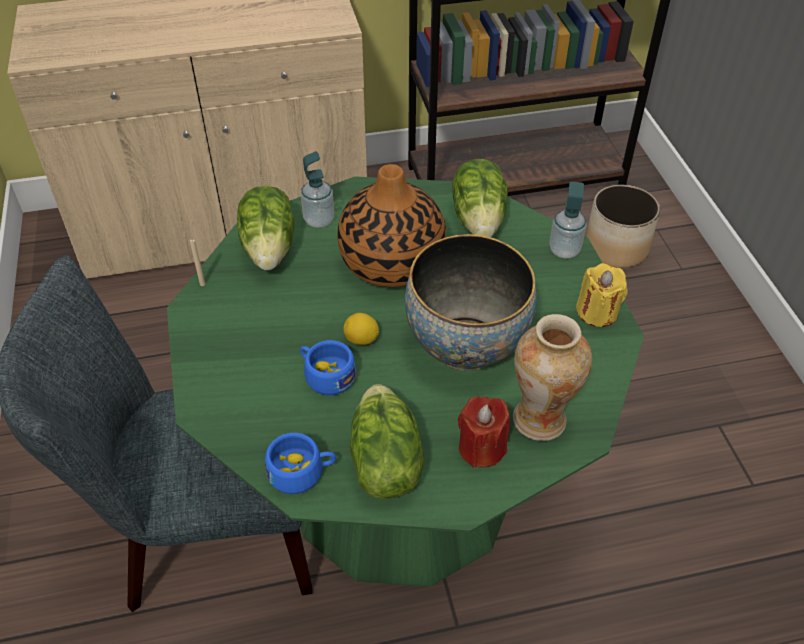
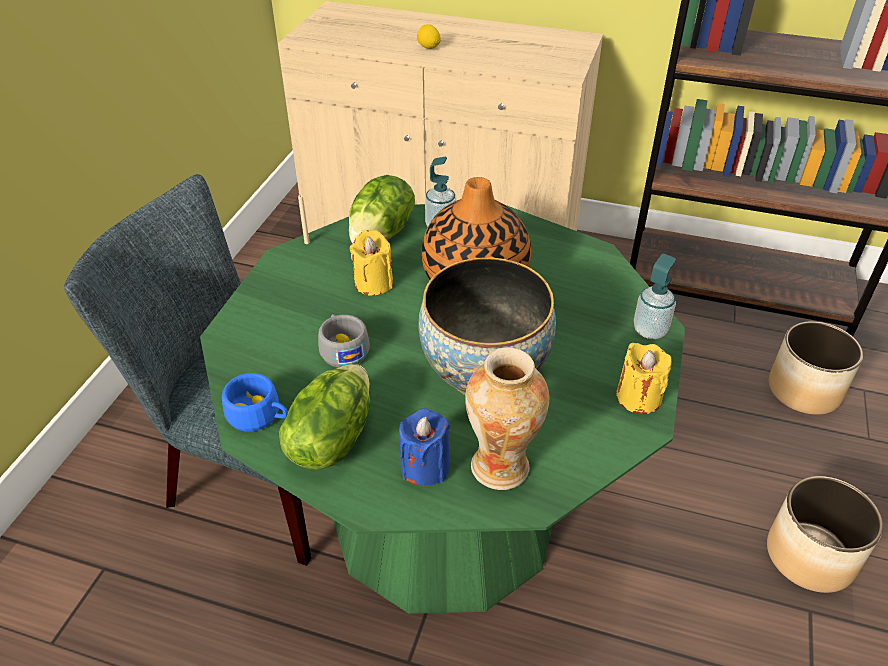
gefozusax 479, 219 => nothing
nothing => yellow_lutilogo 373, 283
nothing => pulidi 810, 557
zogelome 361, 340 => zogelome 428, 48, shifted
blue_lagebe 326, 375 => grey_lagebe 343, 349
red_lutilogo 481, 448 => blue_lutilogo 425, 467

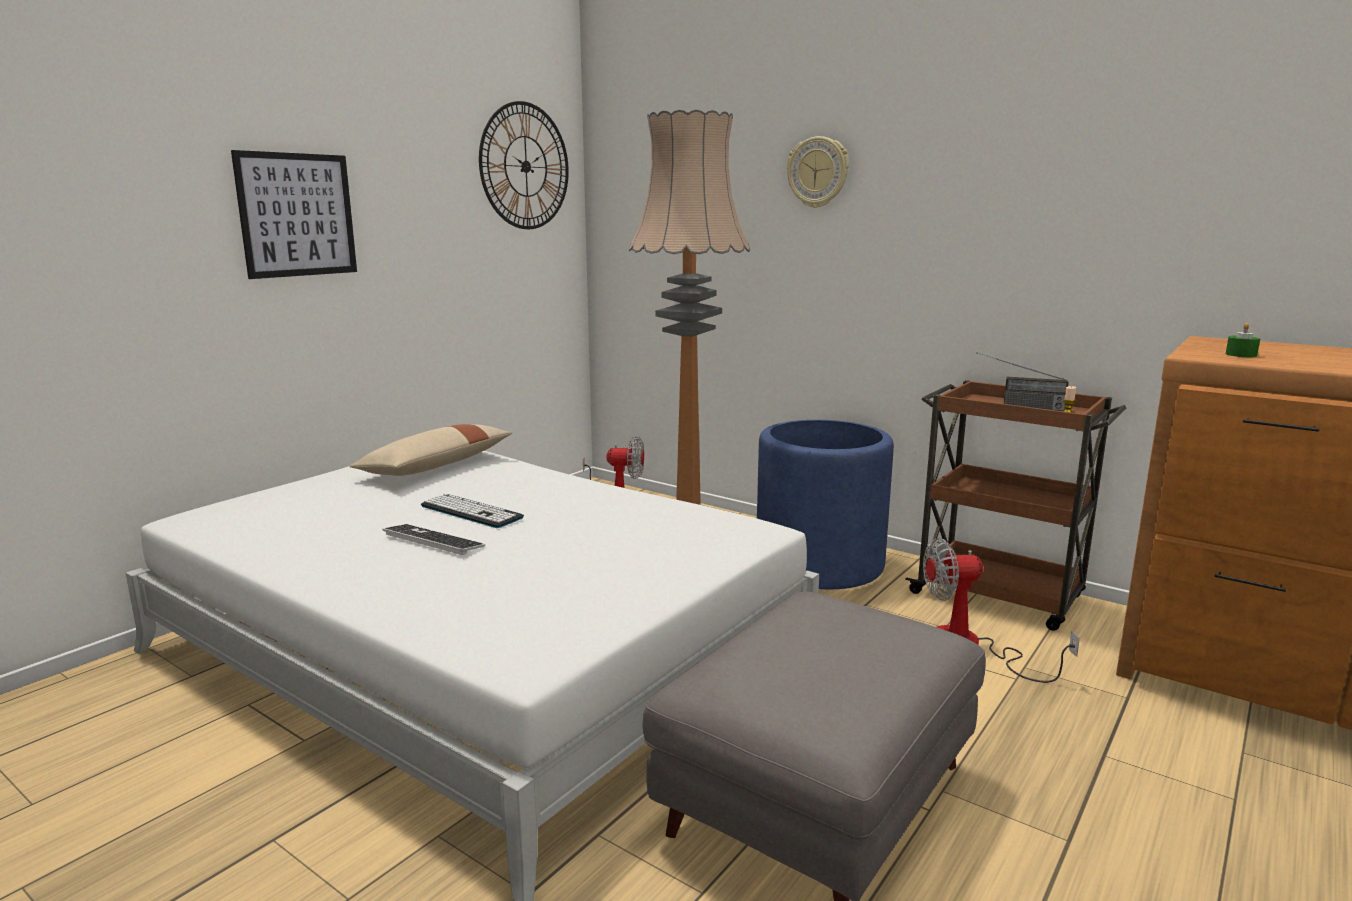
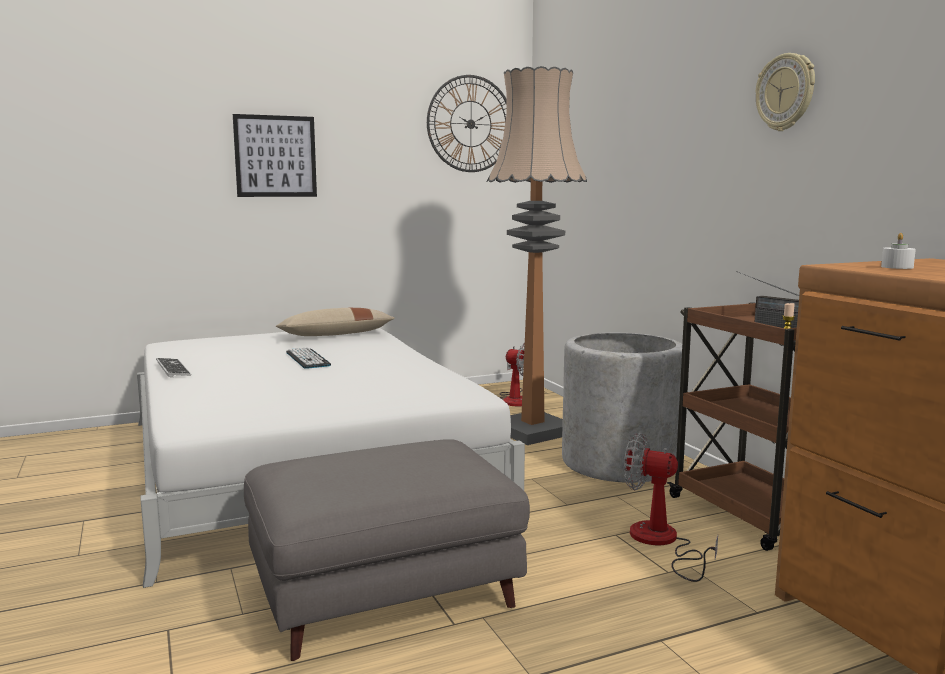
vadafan 433, 541 => vadafan 173, 369, shifted
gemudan 818, 172 => gemudan 786, 92, shifted
blue_pulidi 819, 564 => grey_pulidi 620, 462
green_lutilogo 1241, 355 => white_lutilogo 897, 267

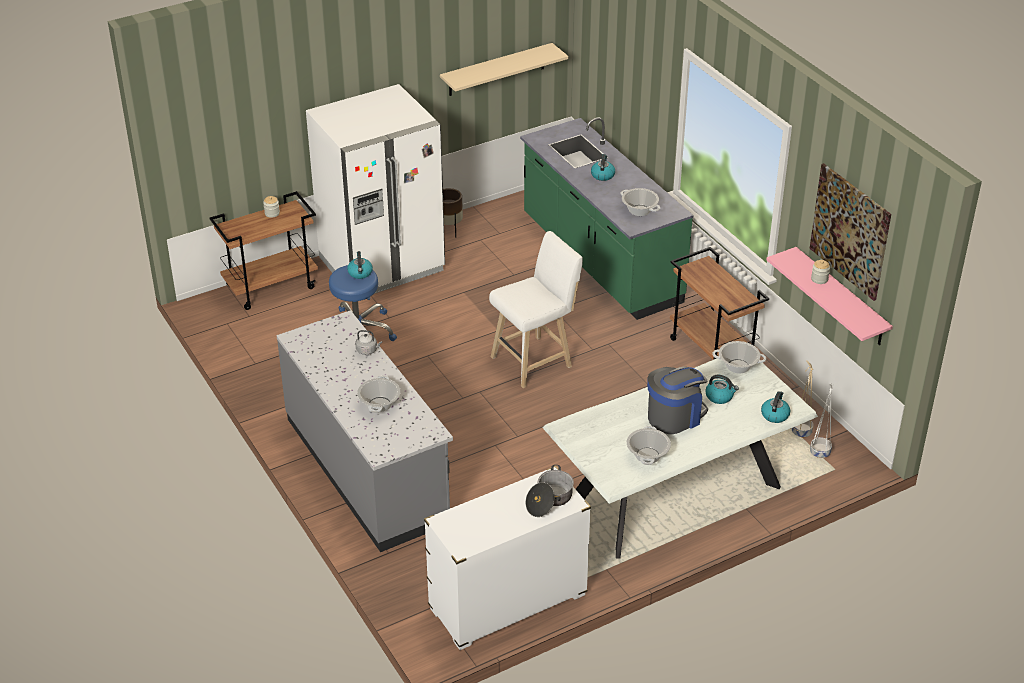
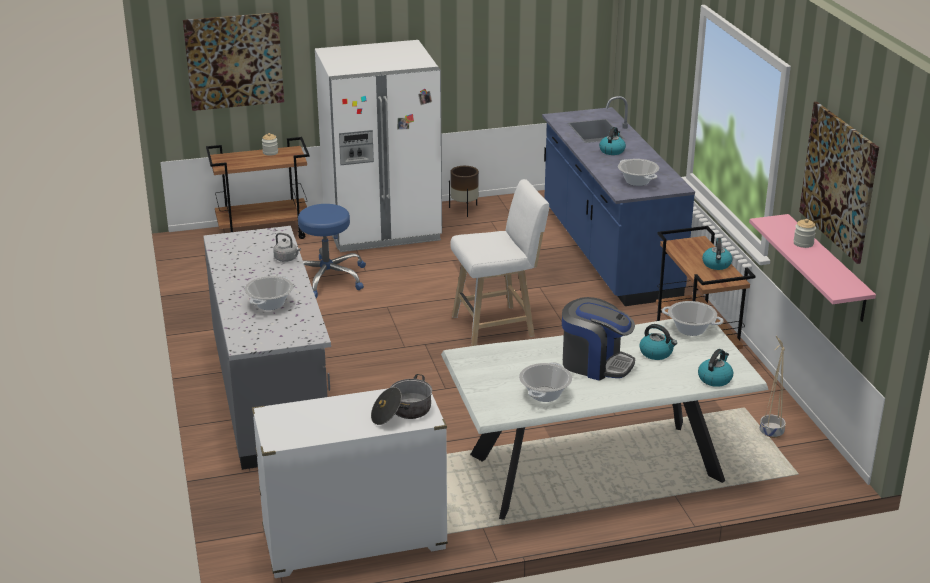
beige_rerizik 496, 70 => nothing
white_pulidi 820, 453 => nothing
nothing => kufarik 234, 61
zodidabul 360, 273 => zodidabul 716, 265, shifted
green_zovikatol 600, 260 => blue_zovikatol 608, 252
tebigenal 675, 416 => tebigenal 595, 363, 45 degrees clockwise

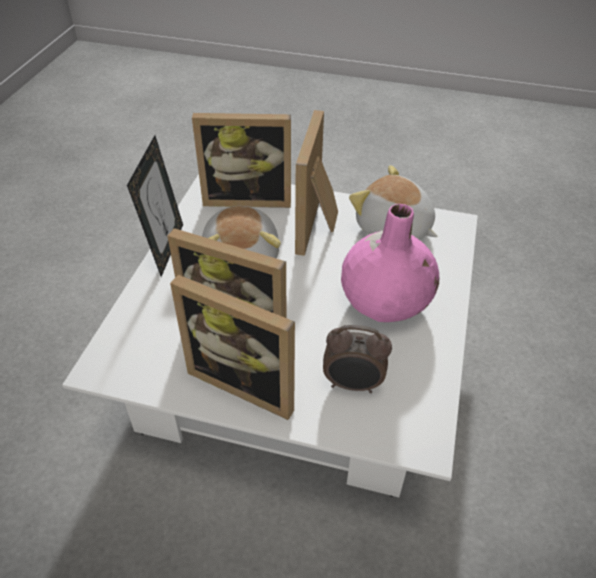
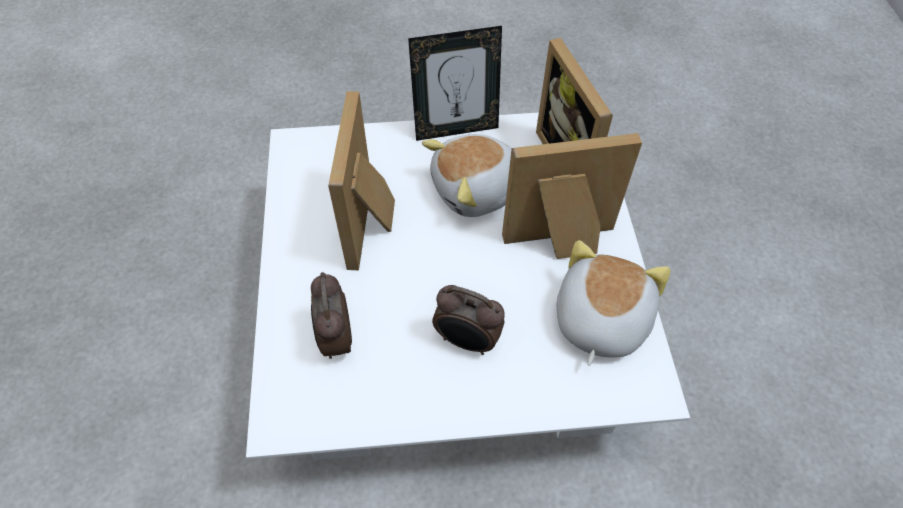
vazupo 247, 381 => nothing
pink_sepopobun 385, 301 => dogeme 467, 341

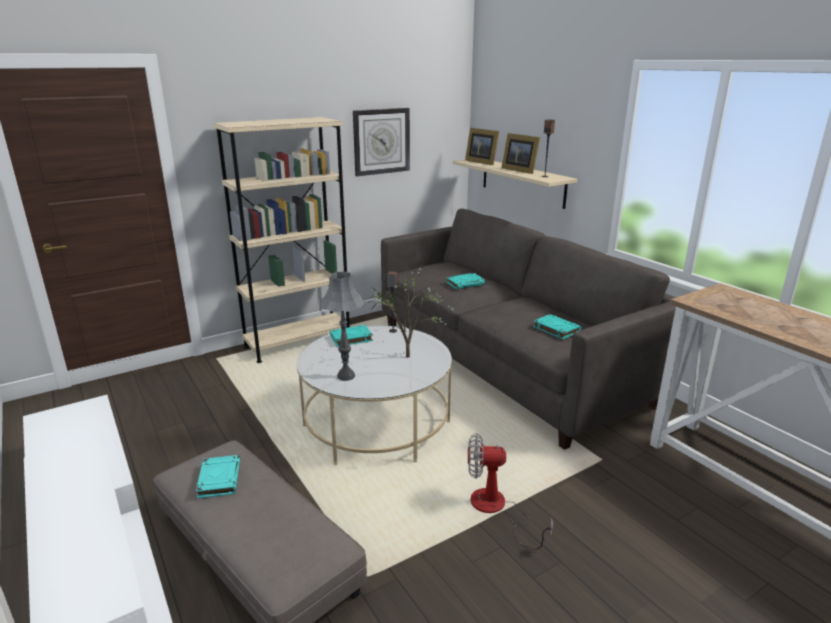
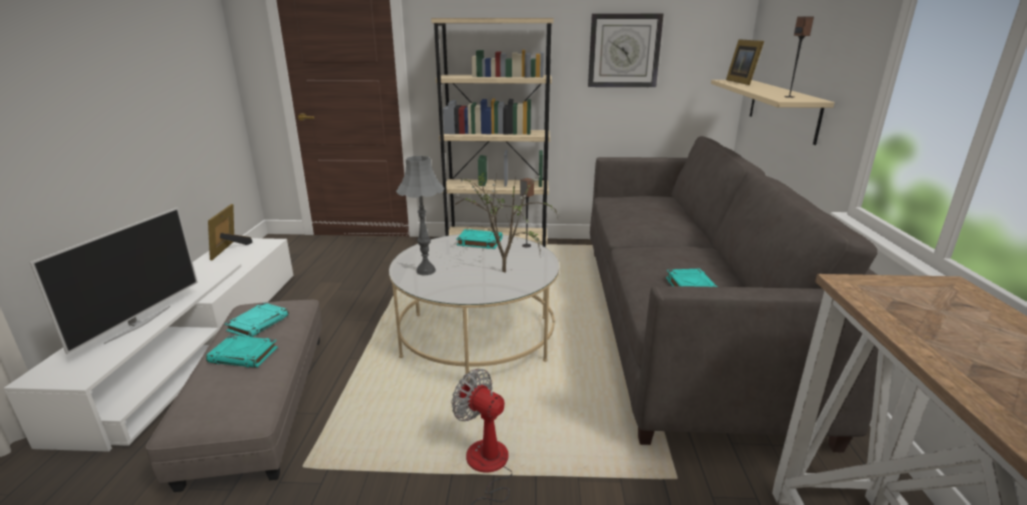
nothing => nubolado 138, 324
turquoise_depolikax 465, 283 => turquoise_depolikax 244, 355, shifted
vazupo 519, 170 => vazupo 230, 249, shifted

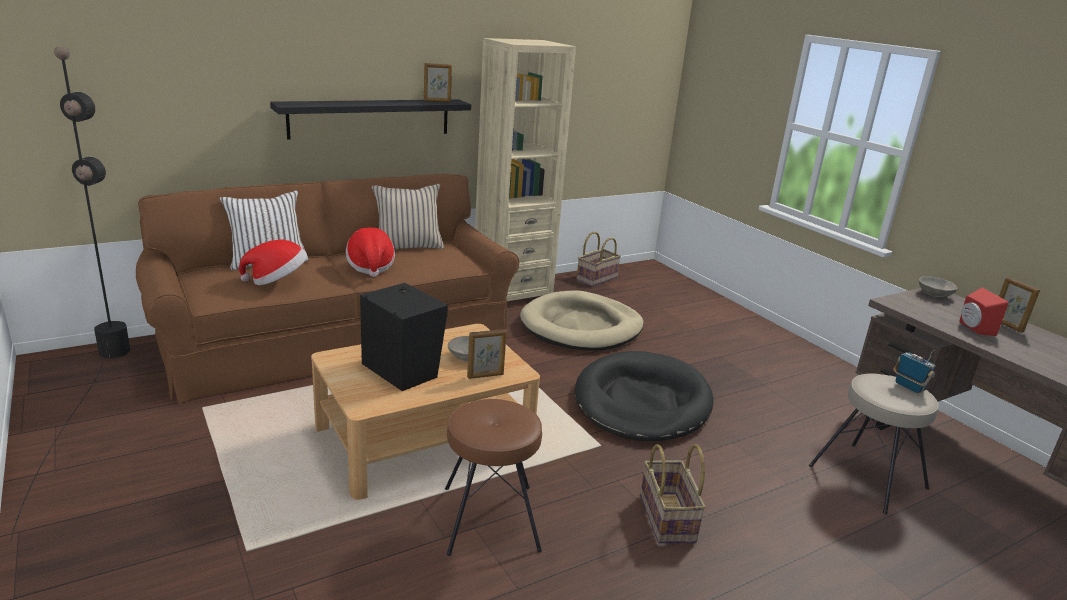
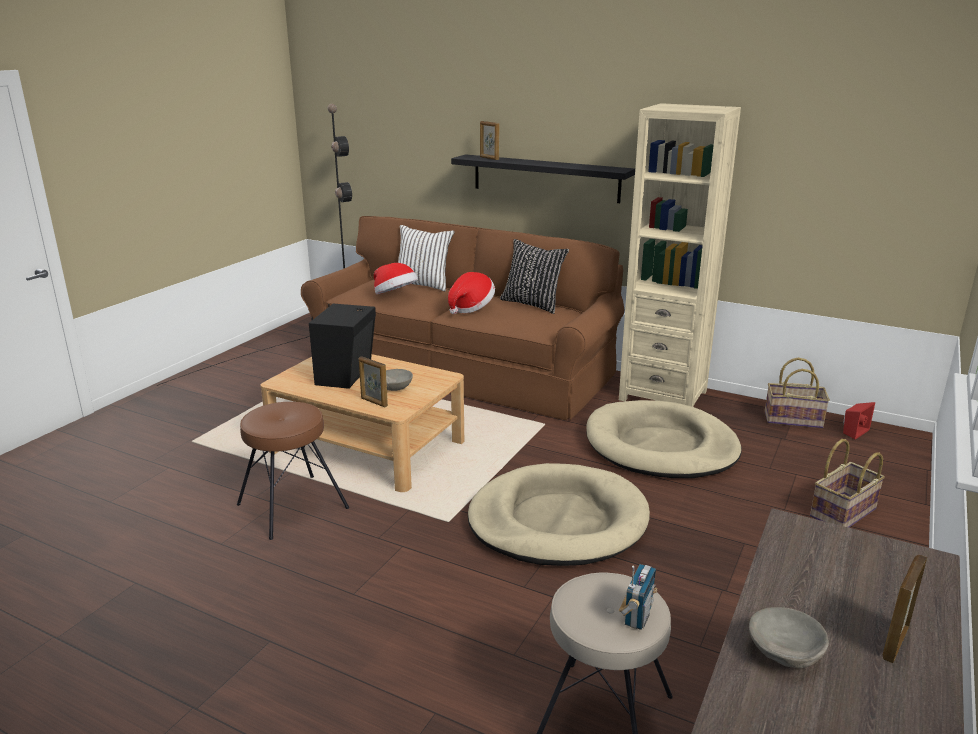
vazupo 437, 101 => vazupo 489, 158, shifted
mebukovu 668, 518 => mebukovu 844, 513, shifted
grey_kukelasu 934, 294 => grey_kukelasu 785, 653, shifted
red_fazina 973, 328 => red_fazina 853, 431, shifted
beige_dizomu 408, 246 => black_dizomu 532, 304
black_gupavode 642, 402 => beige_gupavode 557, 521

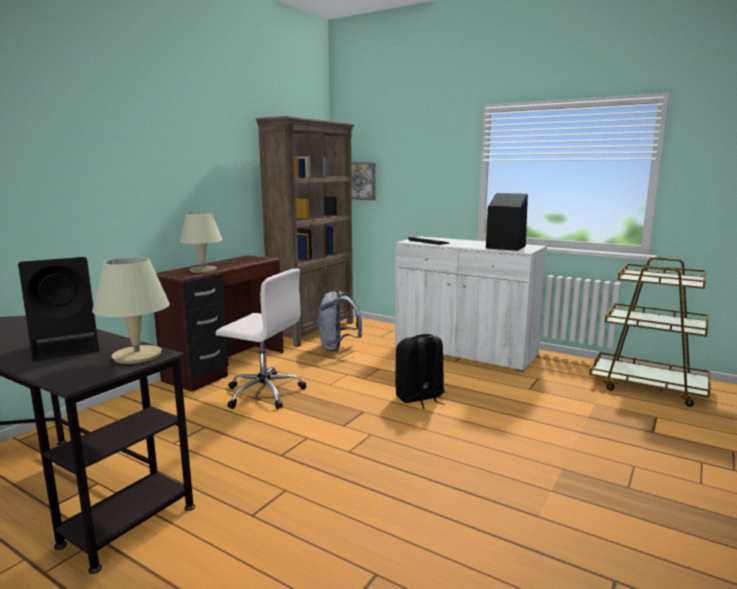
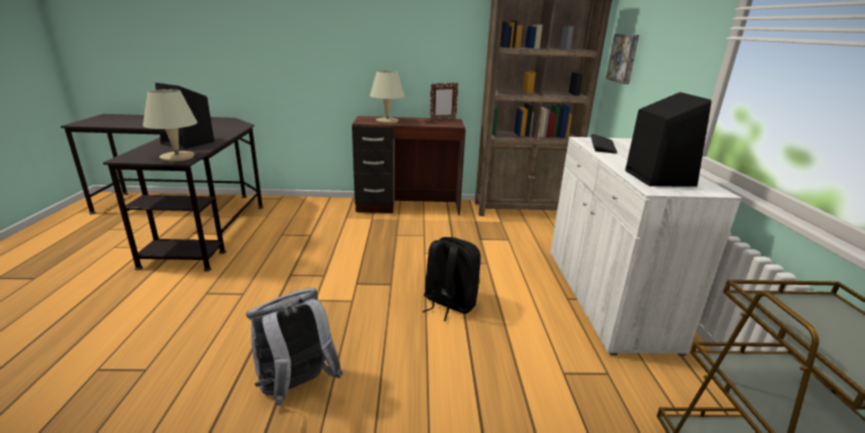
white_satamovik 263, 393 => nothing
nothing => vazupo 442, 120
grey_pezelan 338, 348 => grey_pezelan 296, 388, shifted

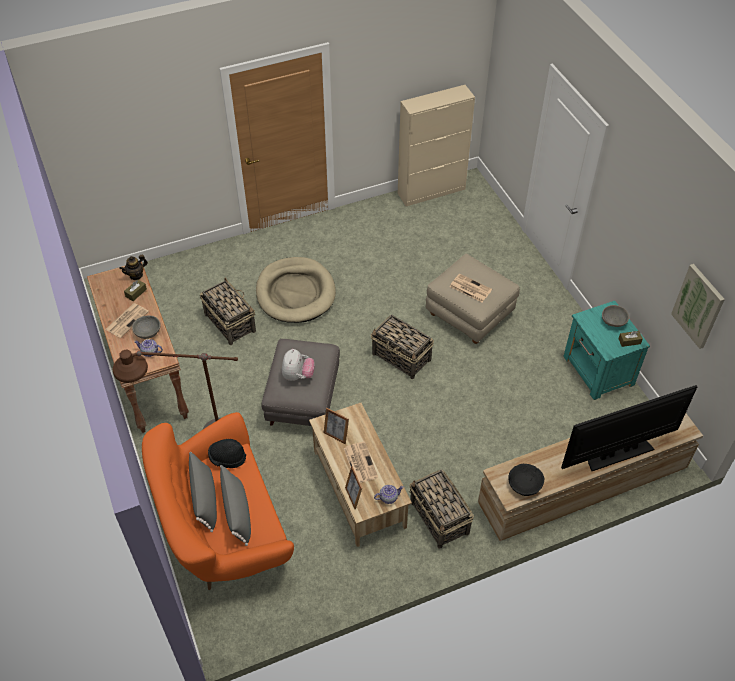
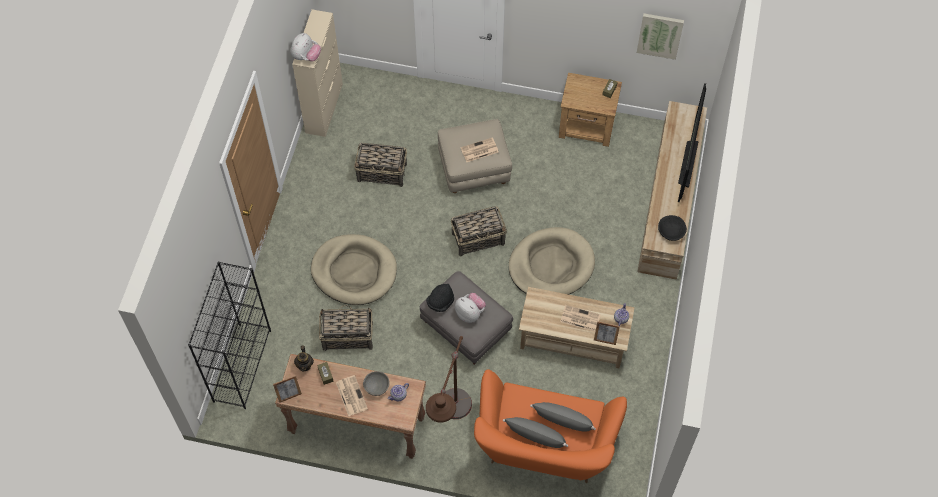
grey_kukelasu 613, 321 => nothing
nothing => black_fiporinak 242, 365
nothing => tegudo 306, 57
nothing => beige_gupavode 551, 265
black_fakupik 227, 458 => black_fakupik 440, 302, shifted
vazupo 336, 435 => vazupo 289, 395, shifted
mebukovu 439, 518 => mebukovu 382, 172, shifted
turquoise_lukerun 598, 371 => brown_lukerun 587, 126

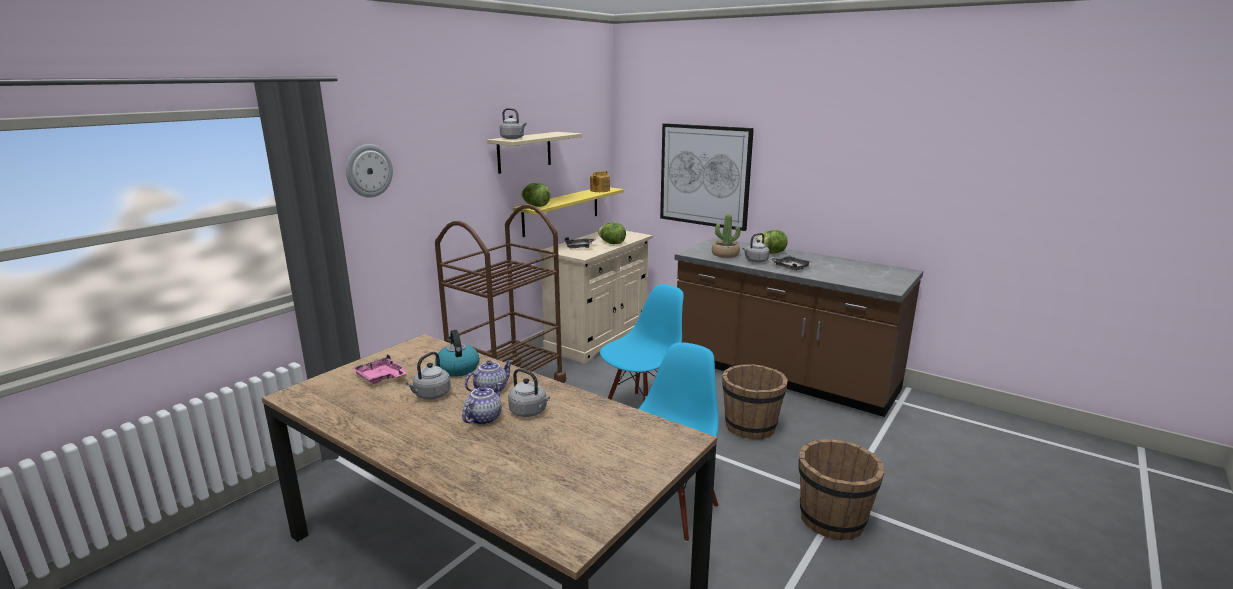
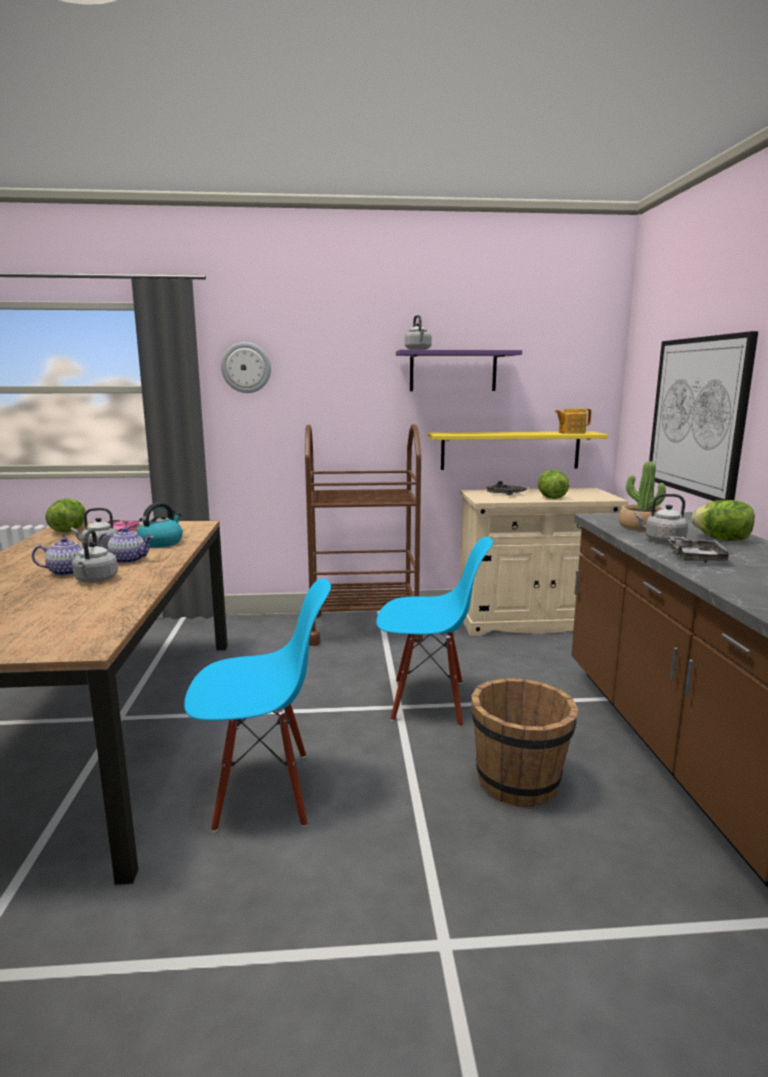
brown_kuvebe 832, 519 => nothing
gefozusax 536, 206 => gefozusax 69, 530, shifted
beige_rerizik 524, 152 => purple_rerizik 453, 371

